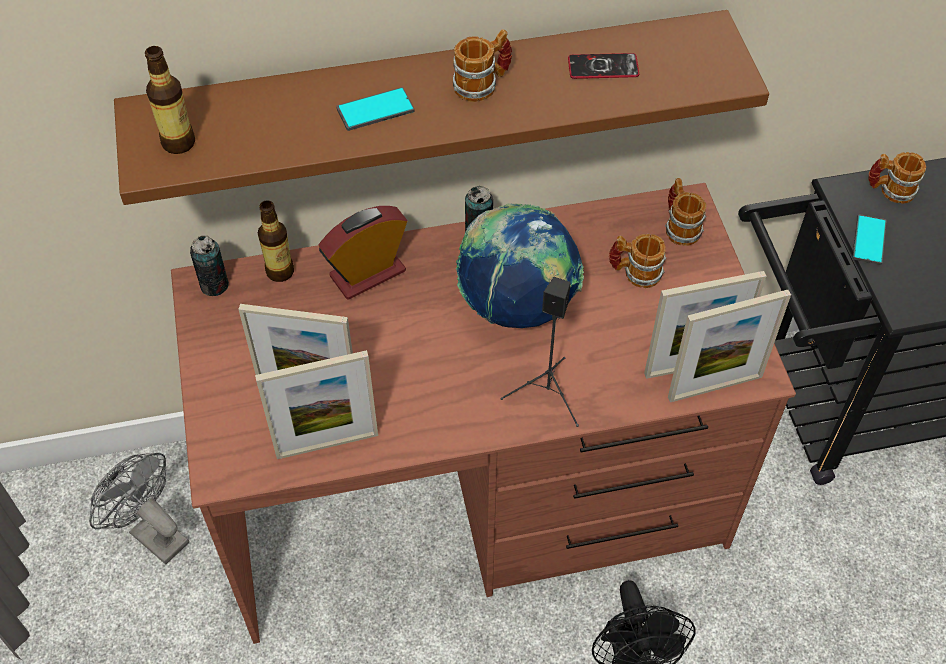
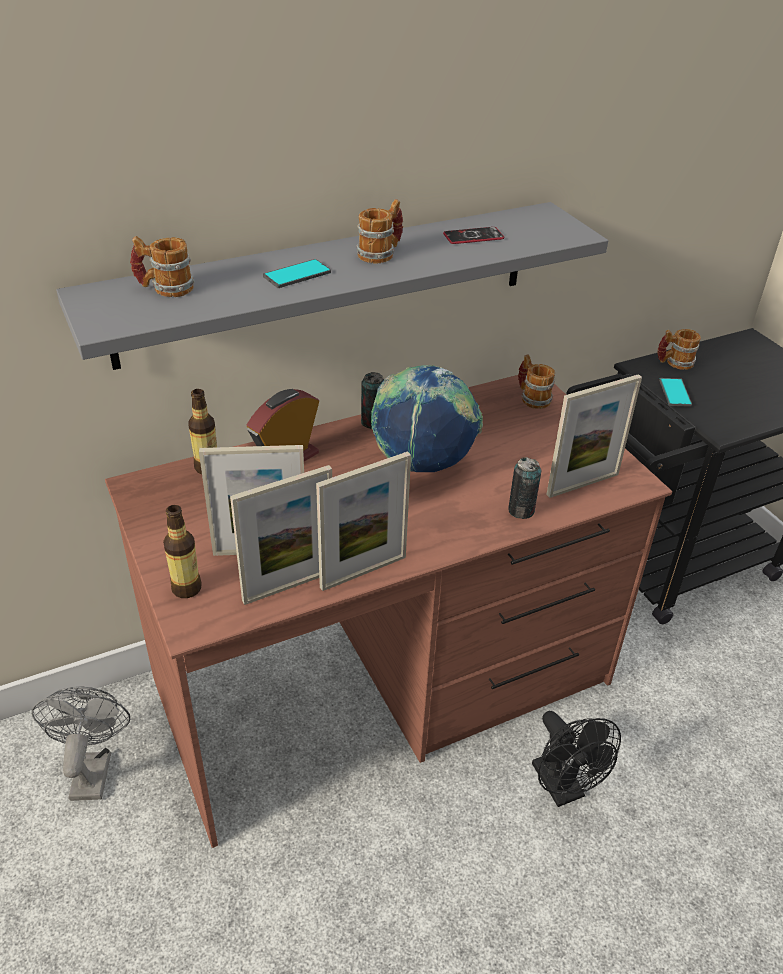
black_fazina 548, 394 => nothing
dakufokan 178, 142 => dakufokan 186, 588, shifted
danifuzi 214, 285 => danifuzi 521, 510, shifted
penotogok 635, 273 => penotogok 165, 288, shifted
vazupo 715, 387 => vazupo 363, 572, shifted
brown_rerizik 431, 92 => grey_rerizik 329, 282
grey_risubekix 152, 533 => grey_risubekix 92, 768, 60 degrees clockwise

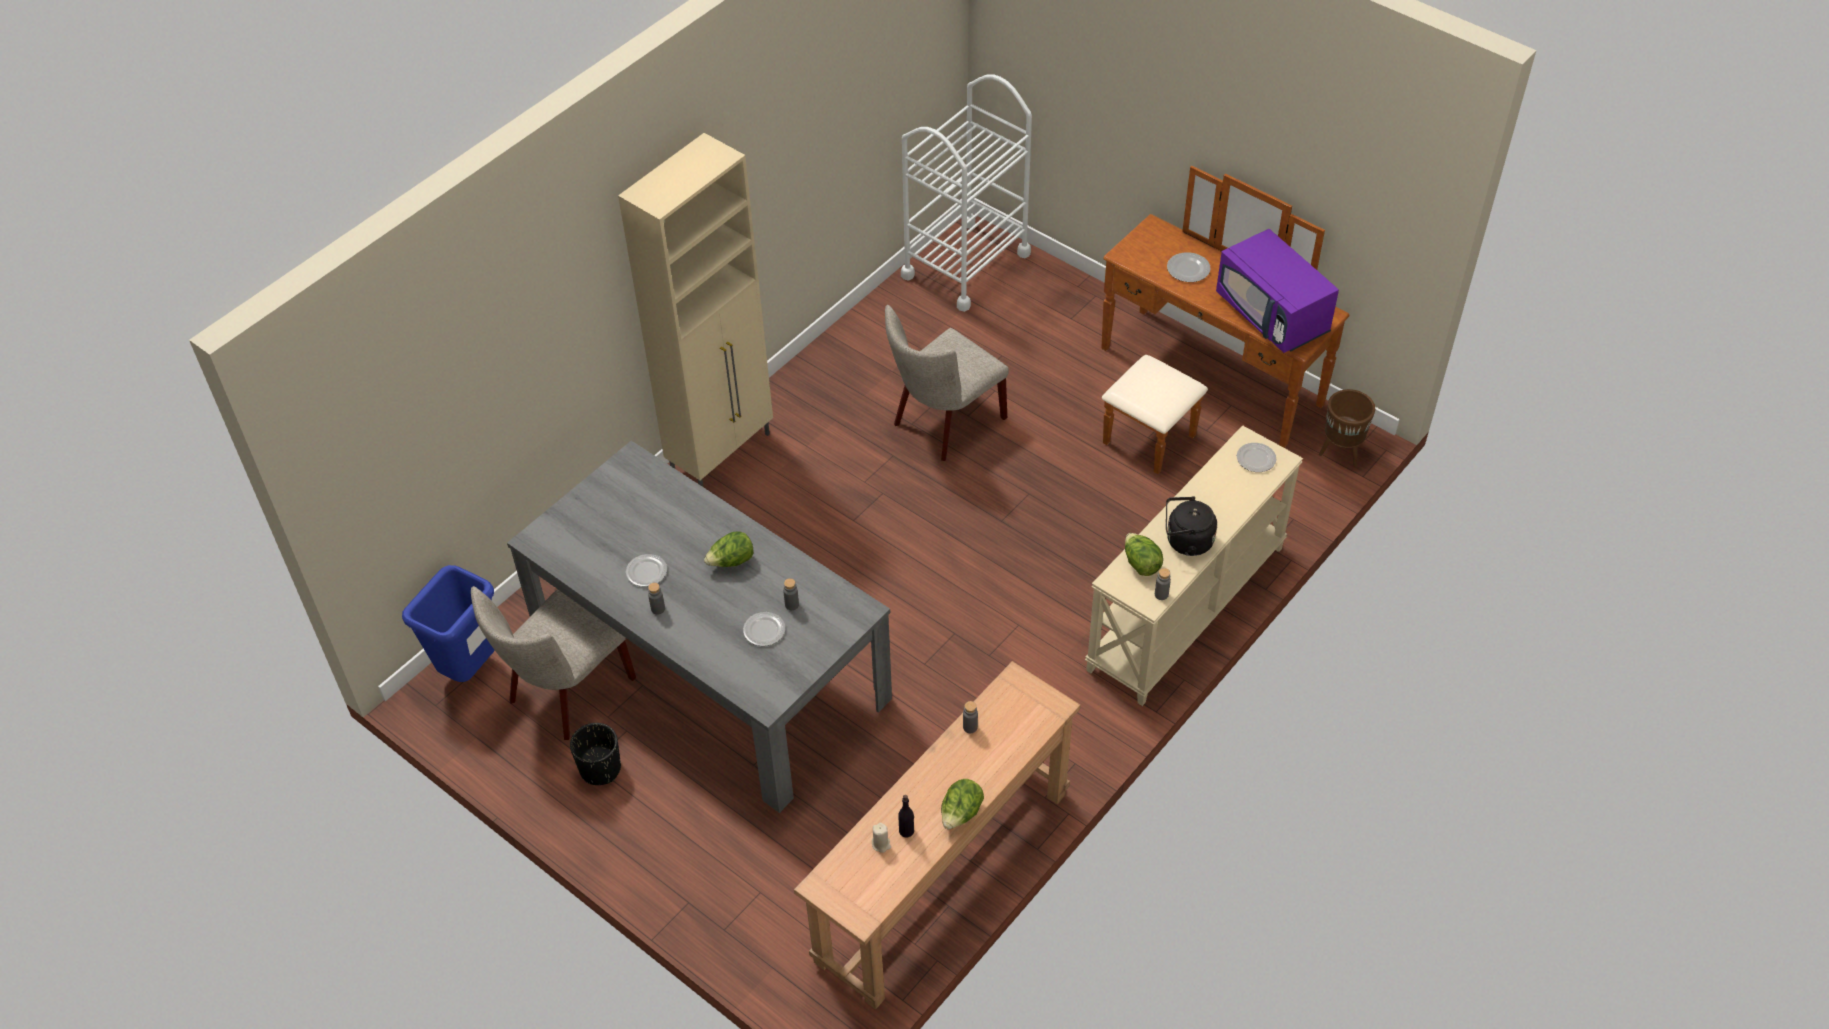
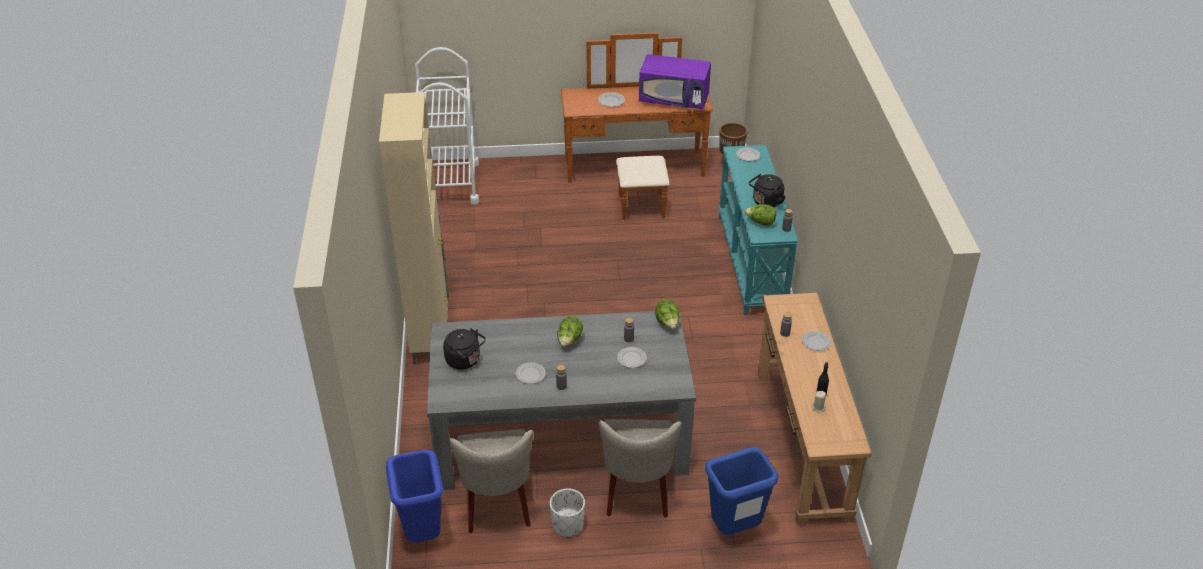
nothing => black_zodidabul 465, 361
nothing => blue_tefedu 734, 529
nothing => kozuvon 816, 342
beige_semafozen 943, 424 => beige_semafozen 637, 492, shifted
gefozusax 961, 814 => gefozusax 667, 323, shifted
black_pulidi 600, 768 => white_pulidi 567, 525
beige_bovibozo 1187, 609 => turquoise_bovibozo 752, 262

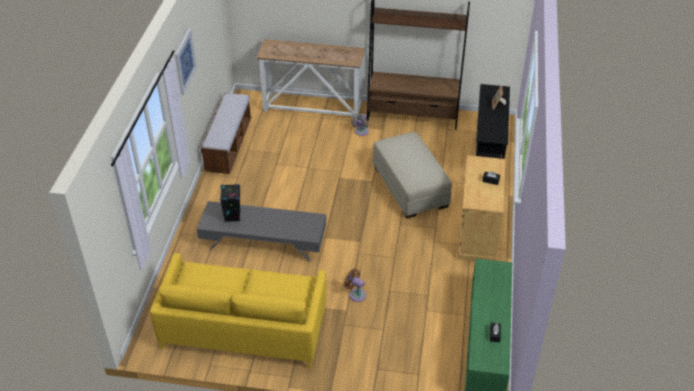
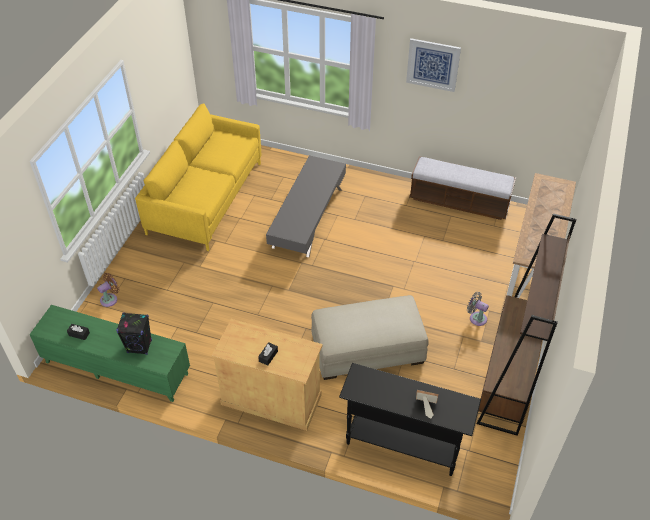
black_fazina 232, 216 => black_fazina 140, 346, shifted
brown_risubekix 356, 294 => brown_risubekix 110, 299, shifted

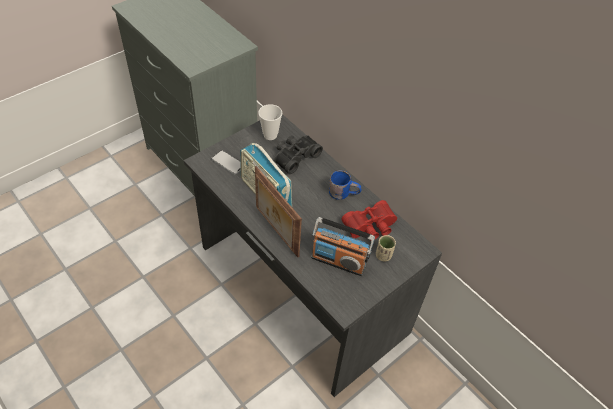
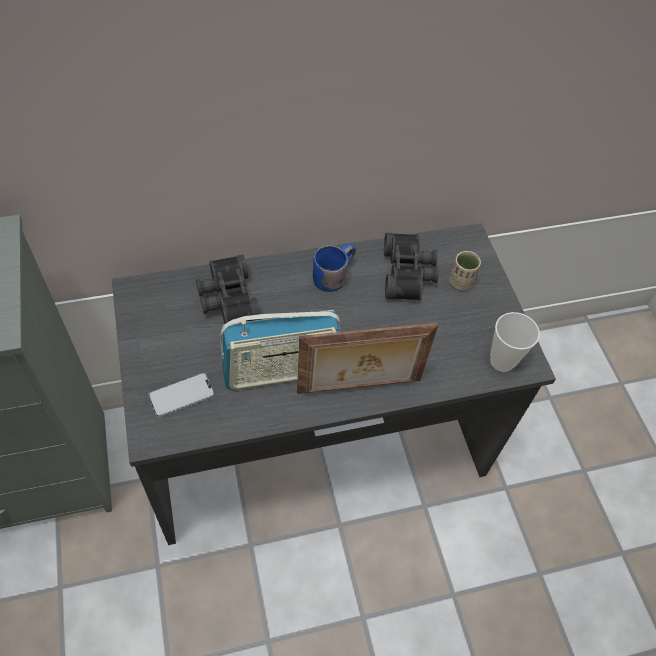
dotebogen 338, 261 => nothing
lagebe 270, 135 => lagebe 502, 361, shifted
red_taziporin 371, 227 => black_taziporin 409, 273

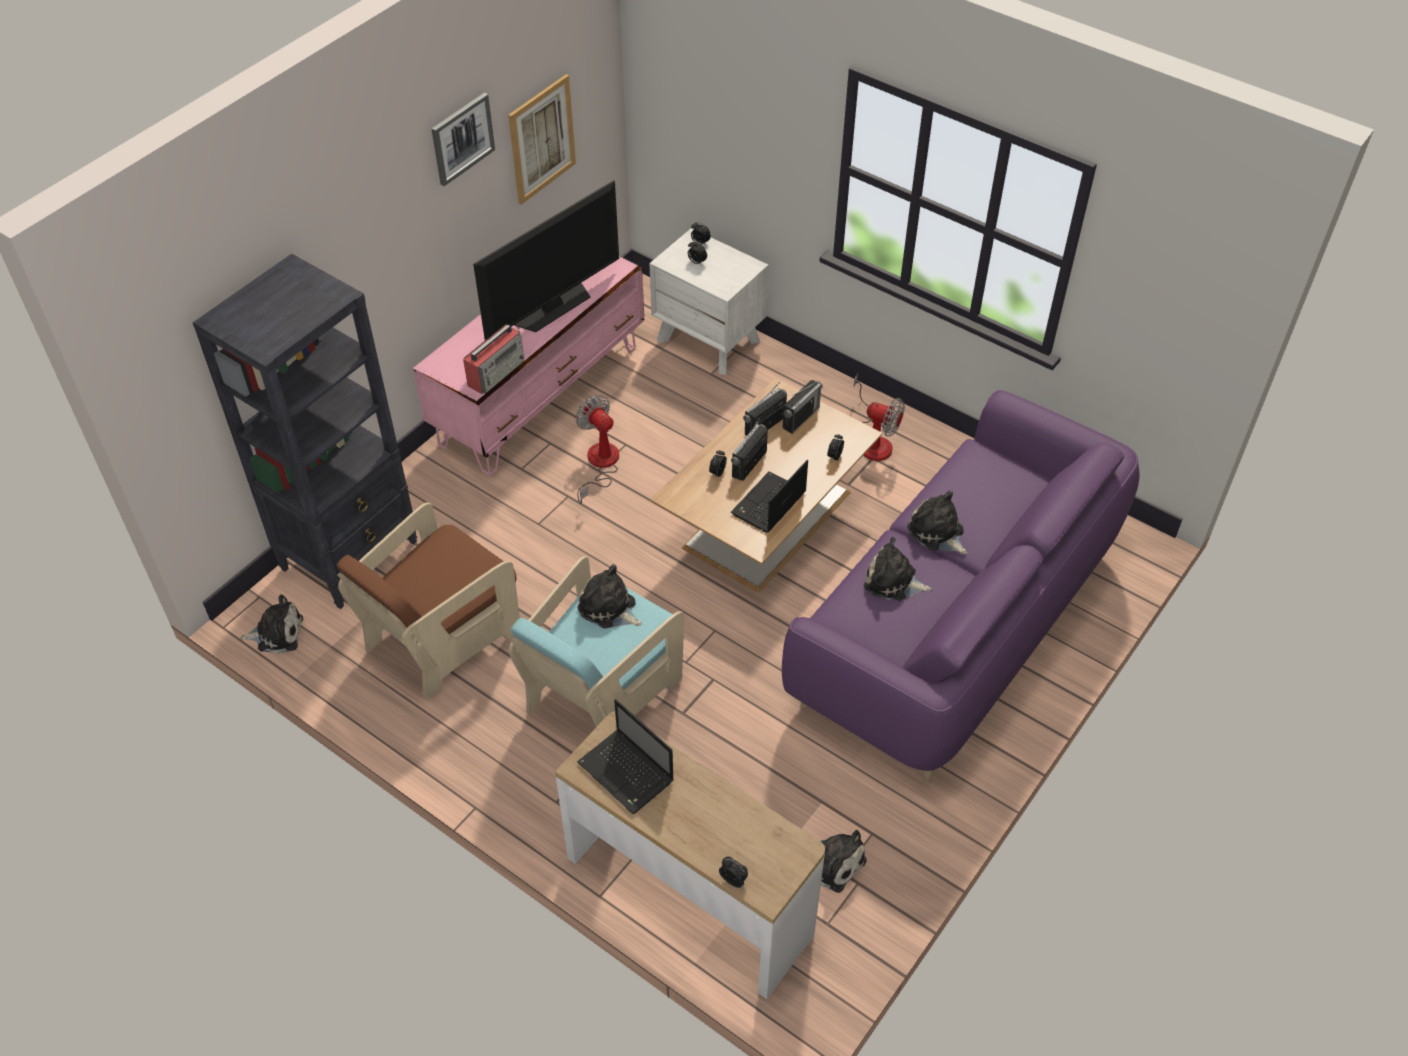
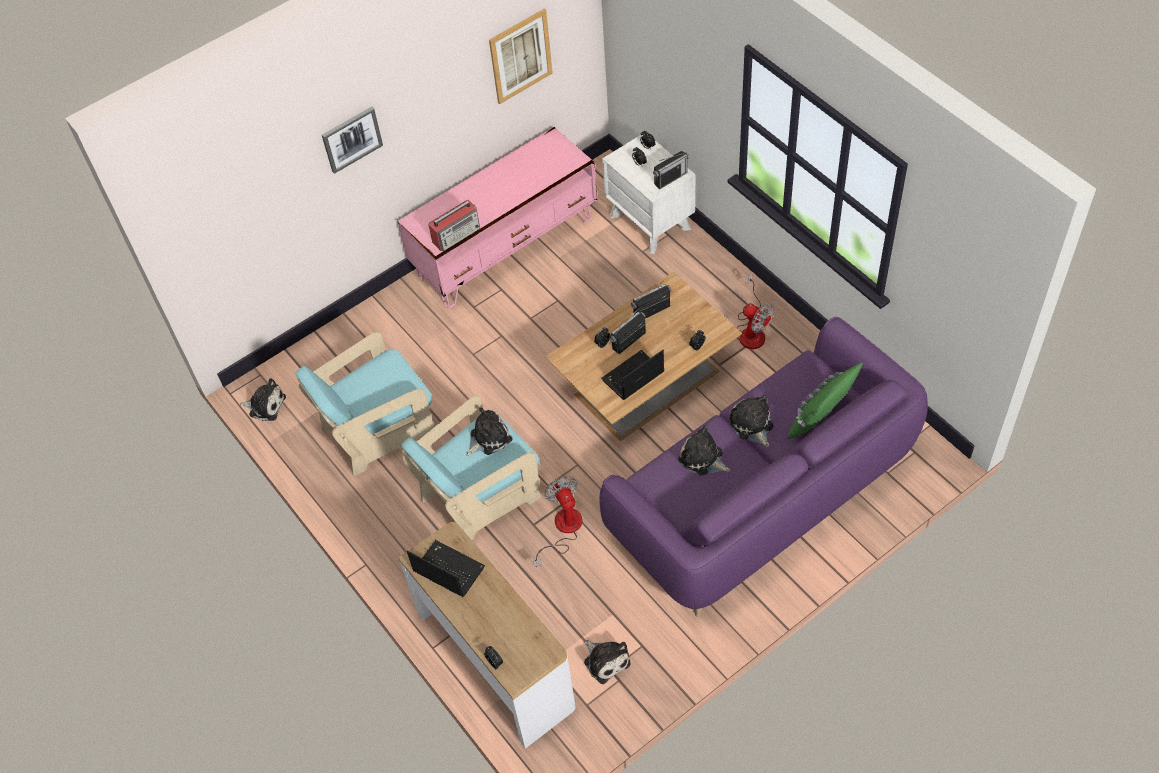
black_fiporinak 351, 554 => nothing
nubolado 553, 307 => nothing
nothing => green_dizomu 821, 421
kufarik 462, 138 => kufarik 351, 139, shifted
risubekix 600, 465 => risubekix 563, 529, shifted
dotebogen 801, 418 => dotebogen 670, 178, shifted
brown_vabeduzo 442, 636 => turquoise_vabeduzo 378, 430
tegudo 609, 608 => tegudo 488, 438, 90 degrees clockwise
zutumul 627, 773 => zutumul 447, 569, 150 degrees clockwise

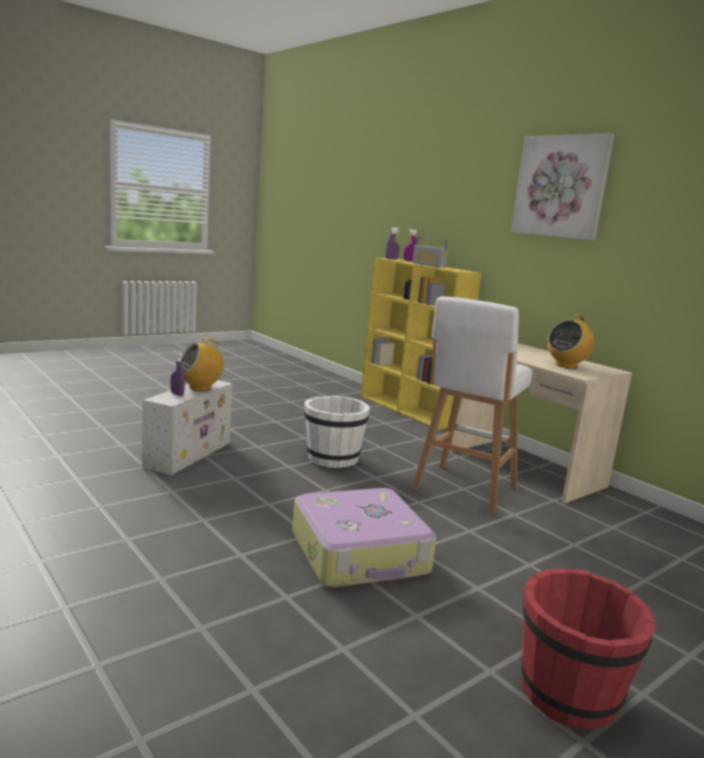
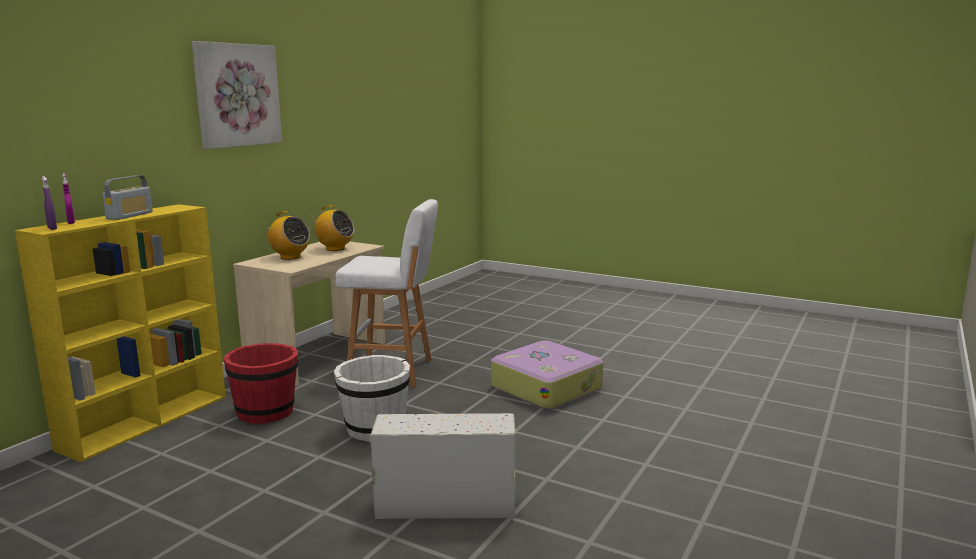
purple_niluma 177, 394 => nothing
dotebogen 200, 387 => dotebogen 290, 257, shifted
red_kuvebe 569, 695 => red_kuvebe 266, 412, shifted

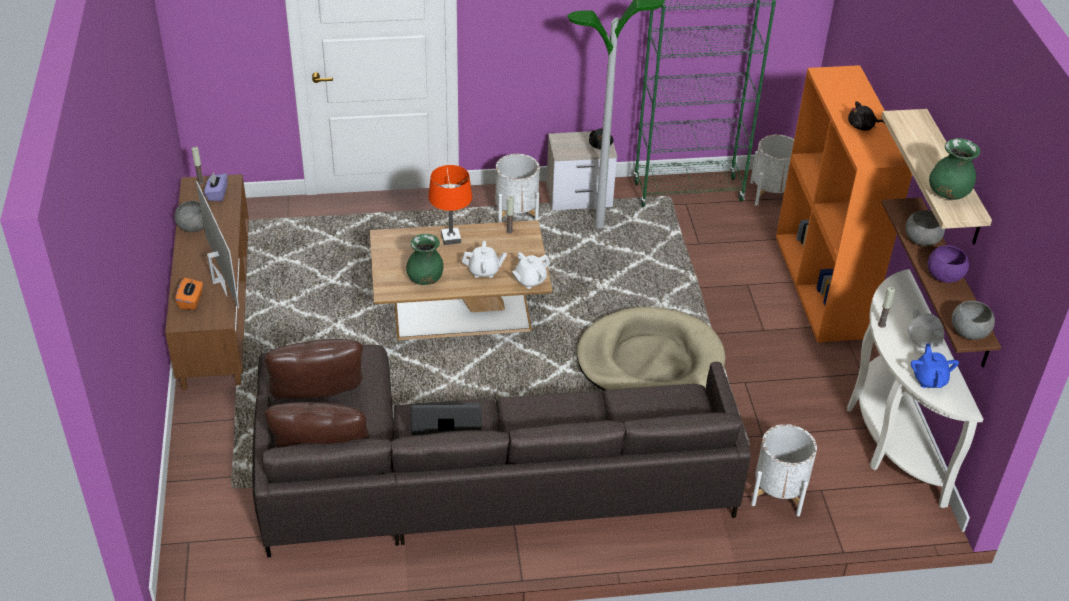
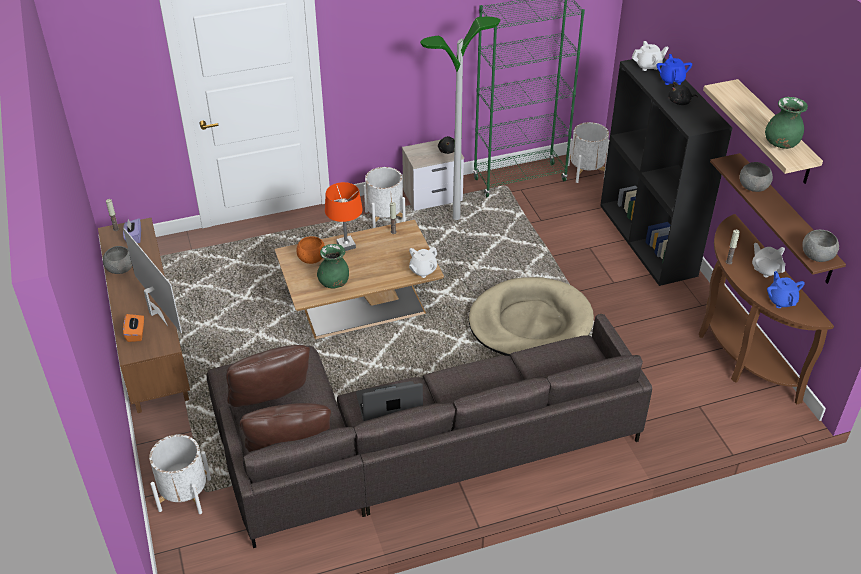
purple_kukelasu 944, 276 => nothing
nothing => orange_kukelasu 311, 259
nothing => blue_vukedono 671, 80
white_vukedono 484, 271 => white_vukedono 648, 66, shifted
white_pulidi 778, 492 => white_pulidi 185, 495, shifted
orange_fiporinak 822, 286 => black_fiporinak 648, 240
white_bovibozo 888, 434 => brown_bovibozo 737, 351

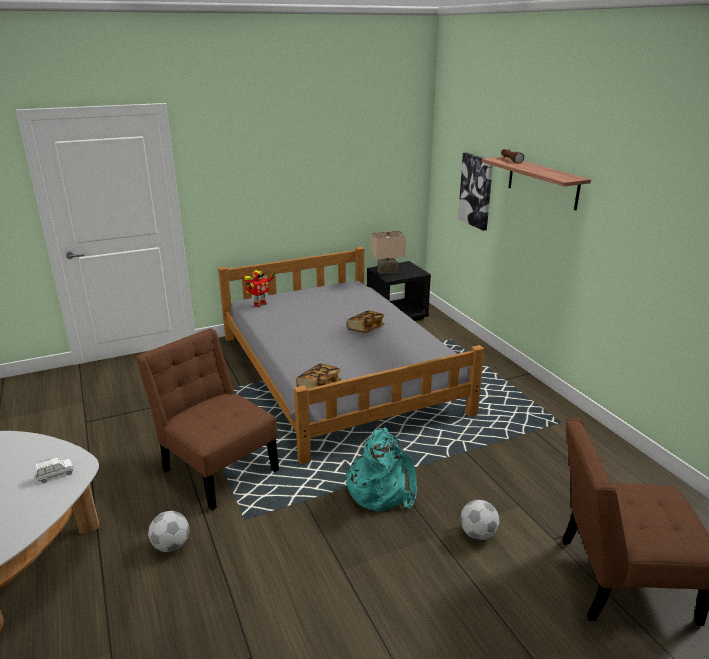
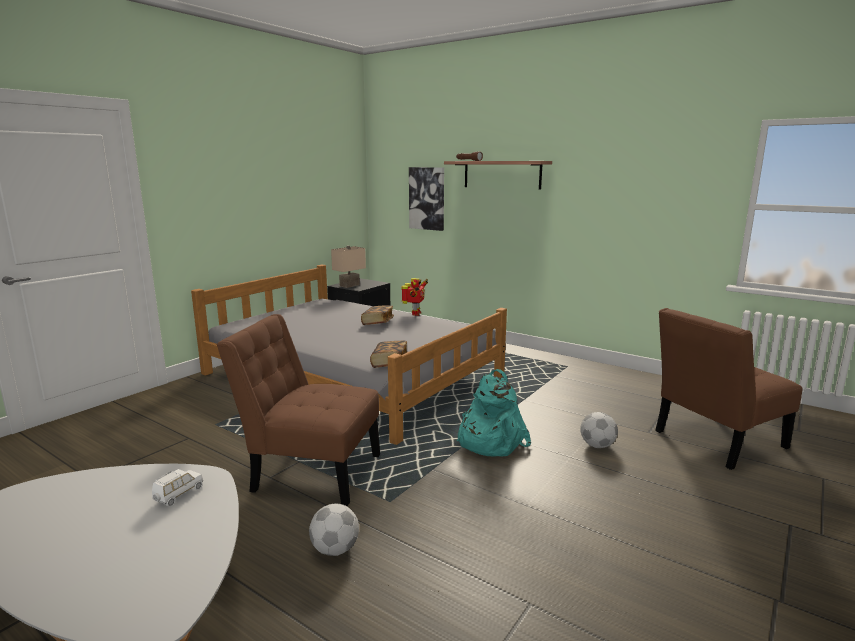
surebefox 259, 304 => surebefox 415, 314, shifted

